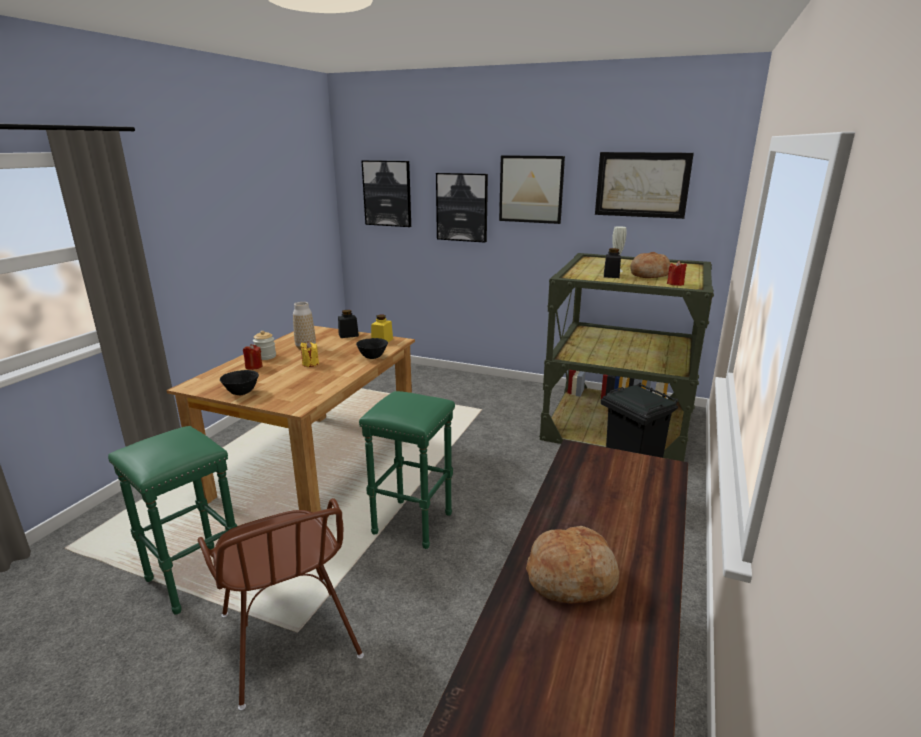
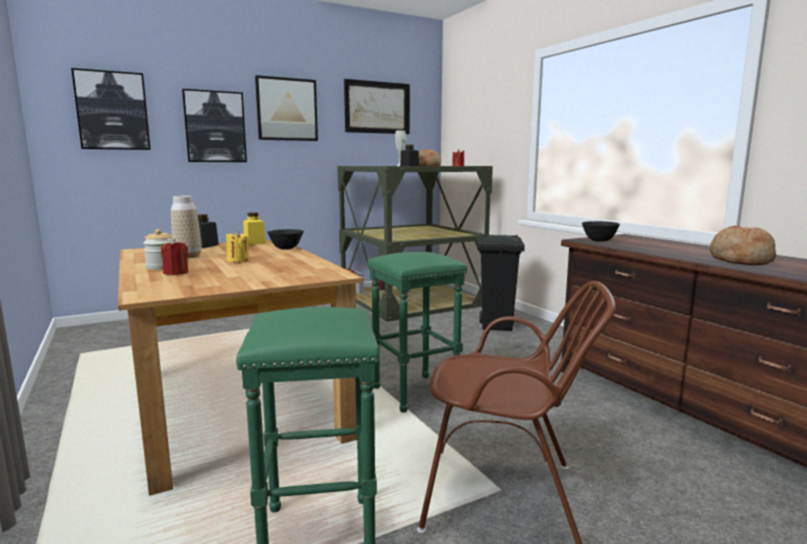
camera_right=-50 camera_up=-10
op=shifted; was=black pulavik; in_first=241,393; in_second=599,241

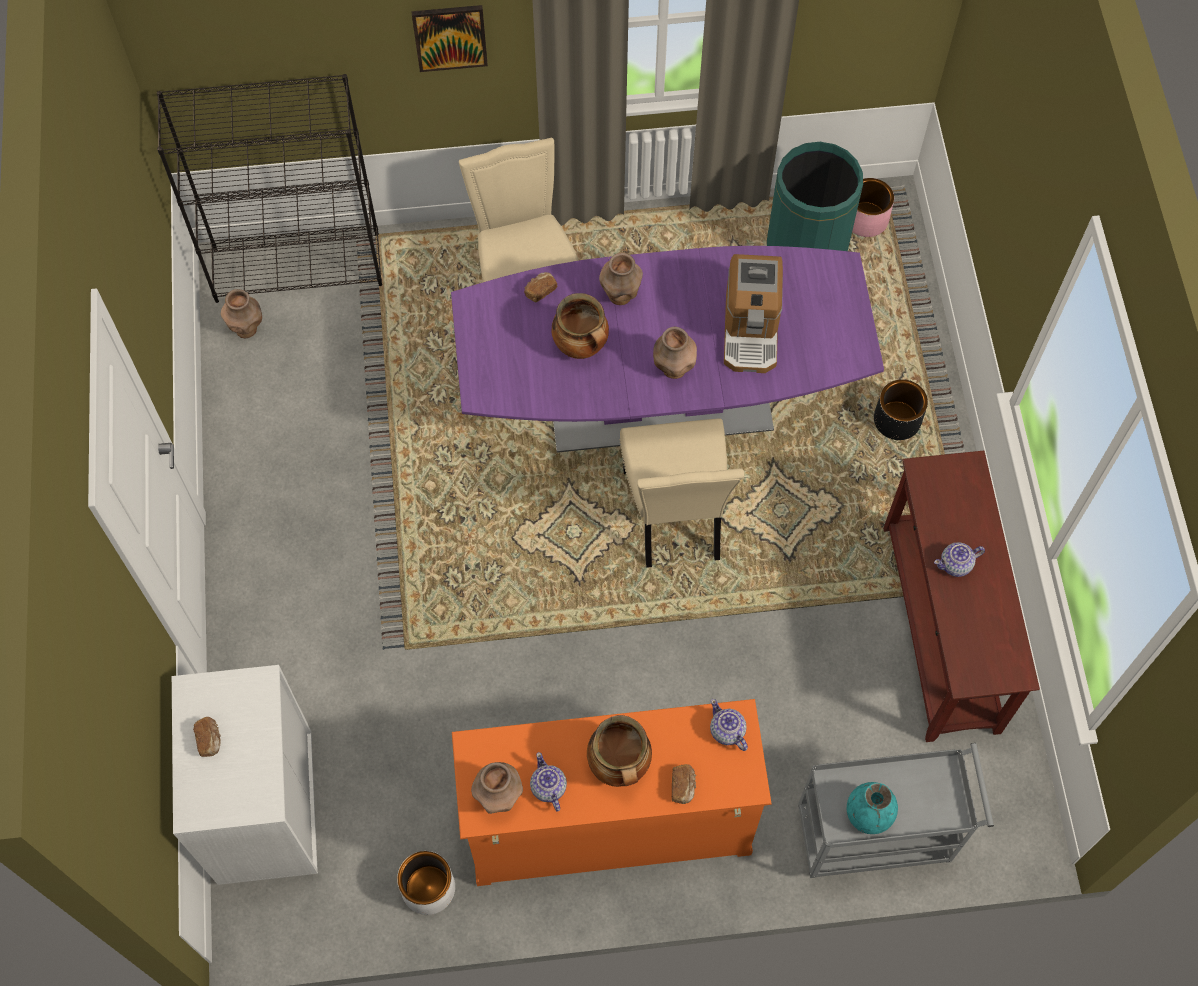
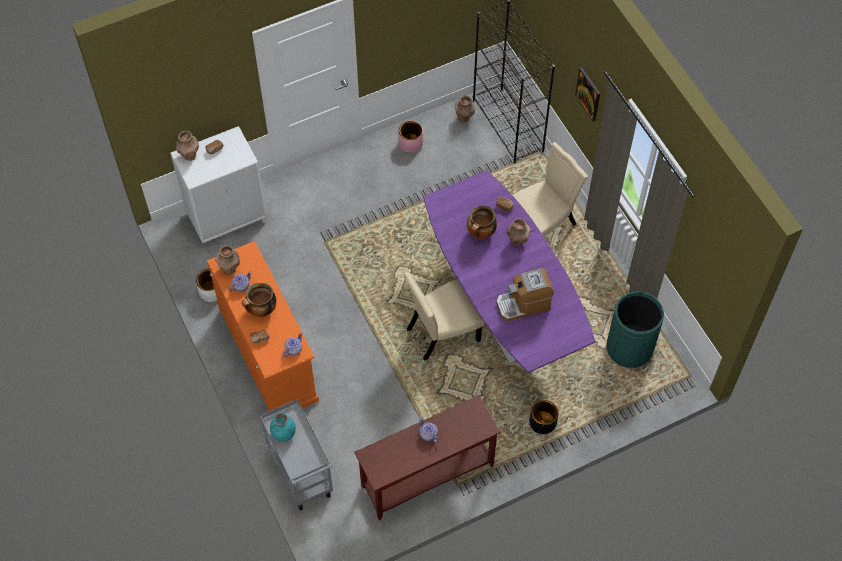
camera_right=70 camera_up=-5
op=shifted; was=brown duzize; in_first=673,369; in_second=189,155
op=shifted; was=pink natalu; in_first=865,219; in_second=410,143

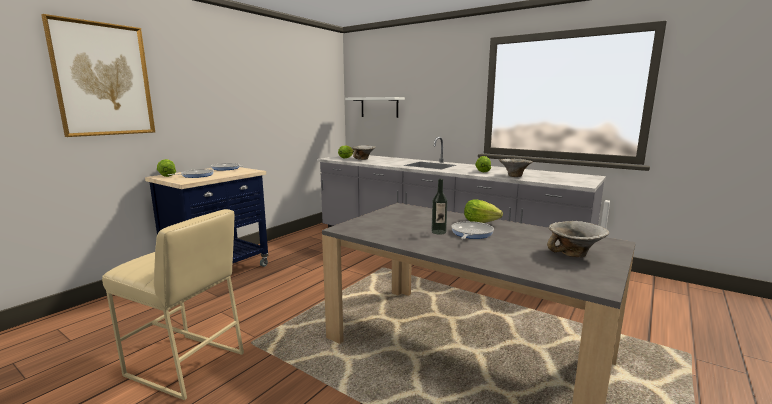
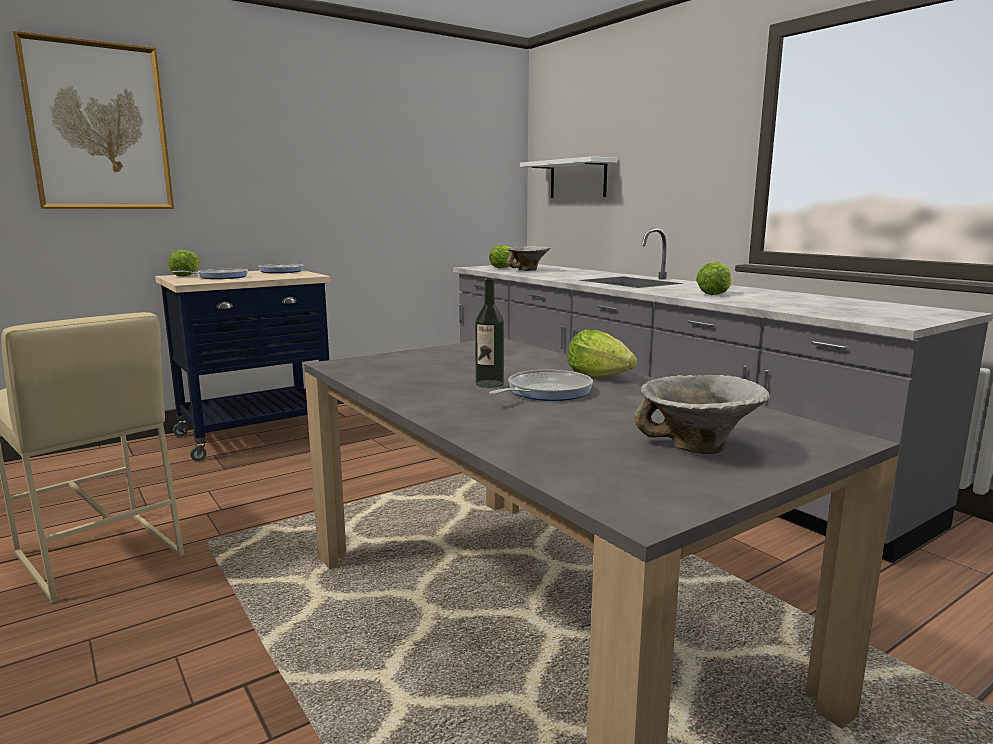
camera_right=20 camera_up=0
op=gone; was=pulavik; in_first=514,176

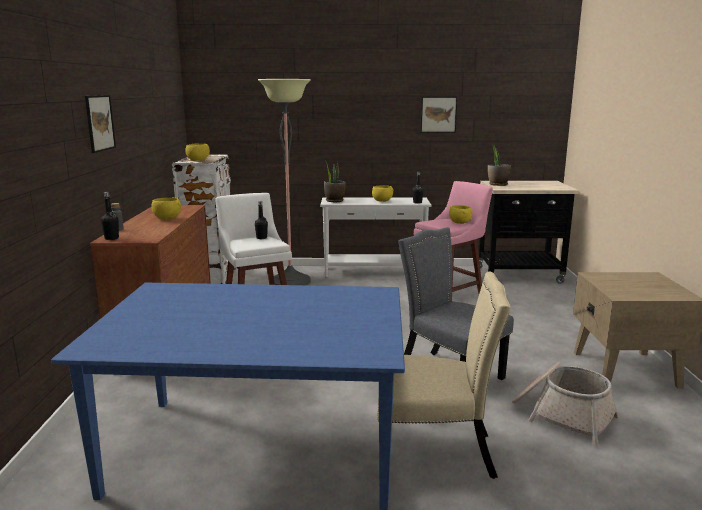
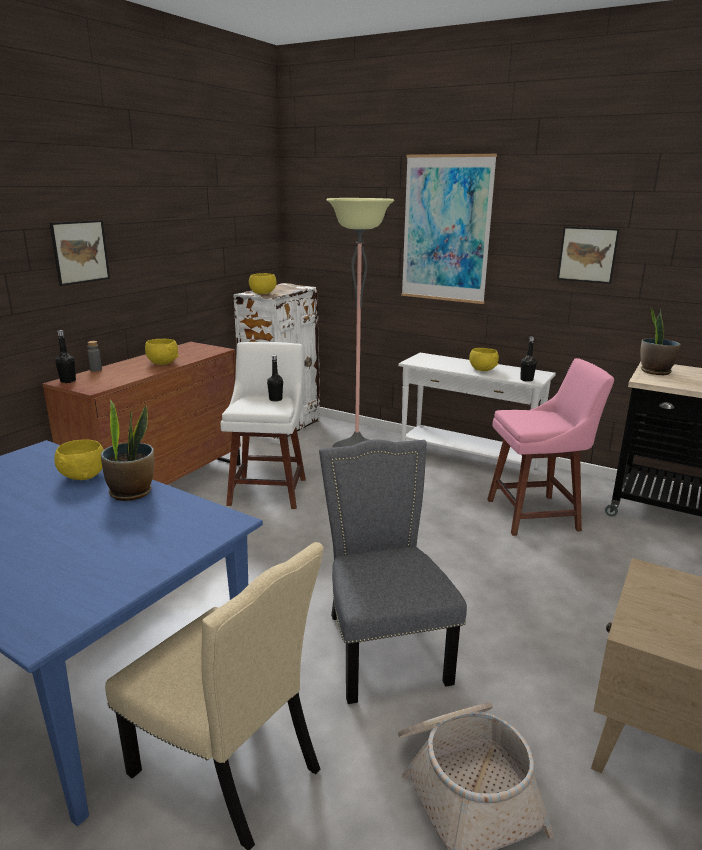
camera_right=30 camera_up=5
op=new; now=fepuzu; in_second=446,229
op=shifted; was=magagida; in_first=334,201; in_second=132,492
op=shifted; was=yellow pulavik; in_first=459,222; in_second=84,476

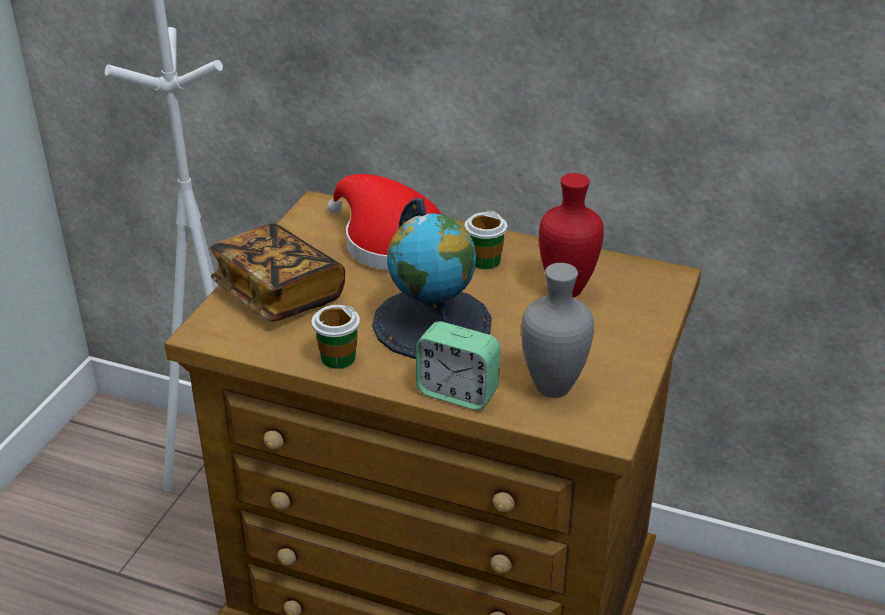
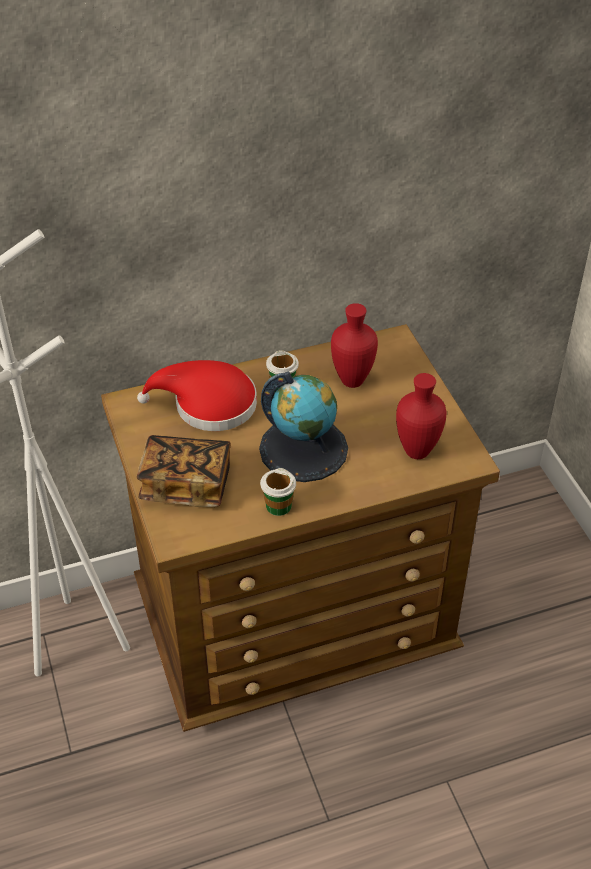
camera_right=-40 camera_up=10
op=gone; was=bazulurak; in_first=457,393
op=repainted; was=grey duzize; now=red duzize; in_first=553,390; in_second=418,452

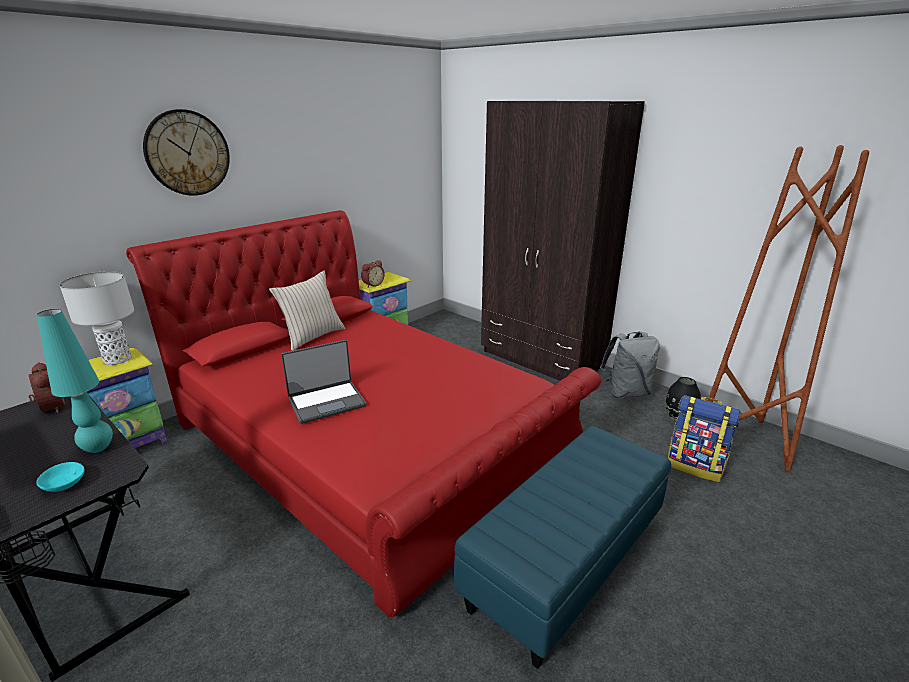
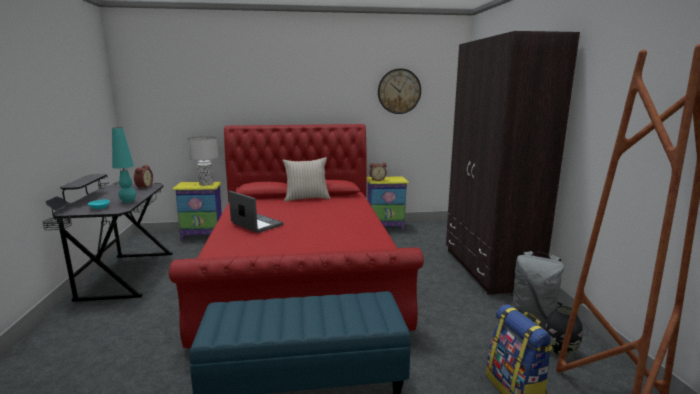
camera_right=40 camera_up=-10
op=shifted; was=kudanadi; in_first=187,153; in_second=399,91
op=rotated; was=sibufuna; in_first=327,402; in_second=256,224; clockwise=-150

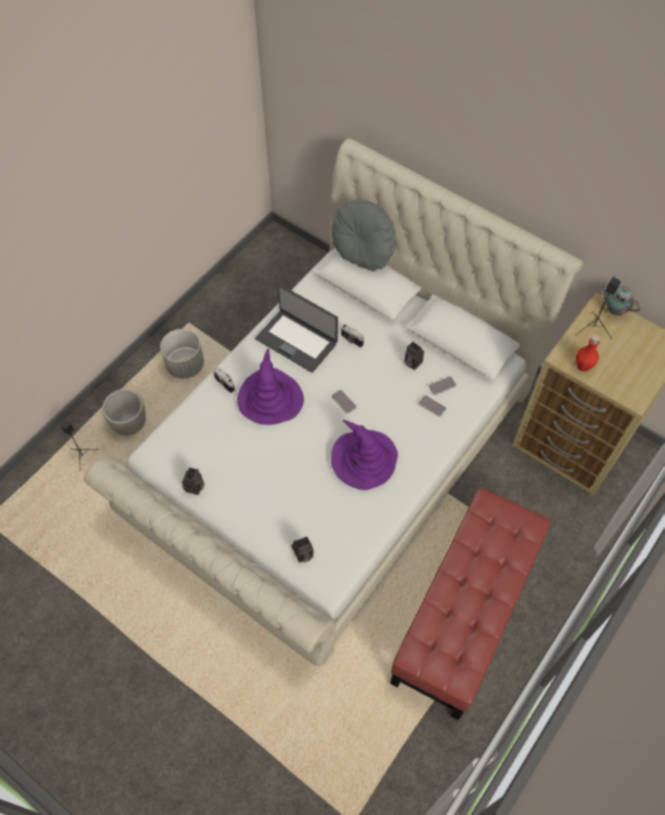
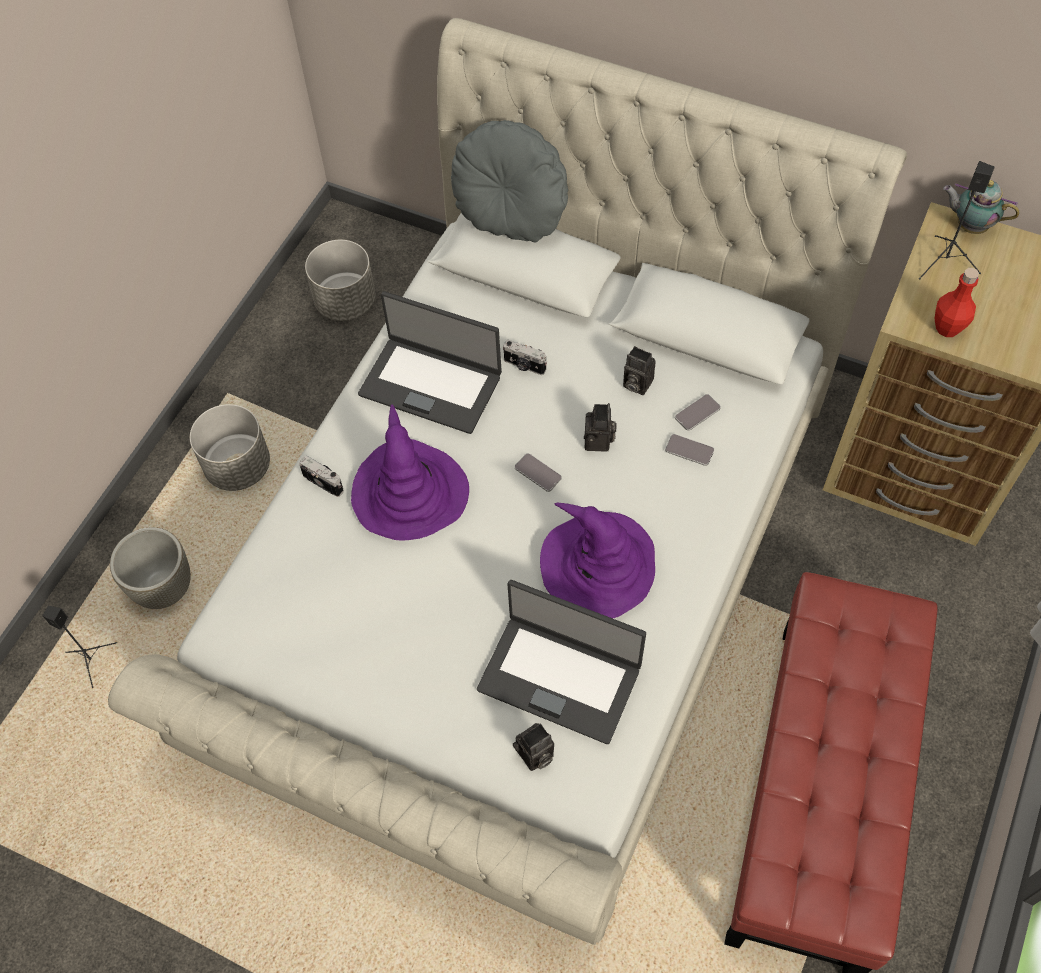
camera_right=-10 camera_up=0
op=new; now=grey natalu; in_second=346,302
op=new; now=sibufuna; in_second=560,677
op=shifted; was=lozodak; in_first=195,488; in_second=599,442

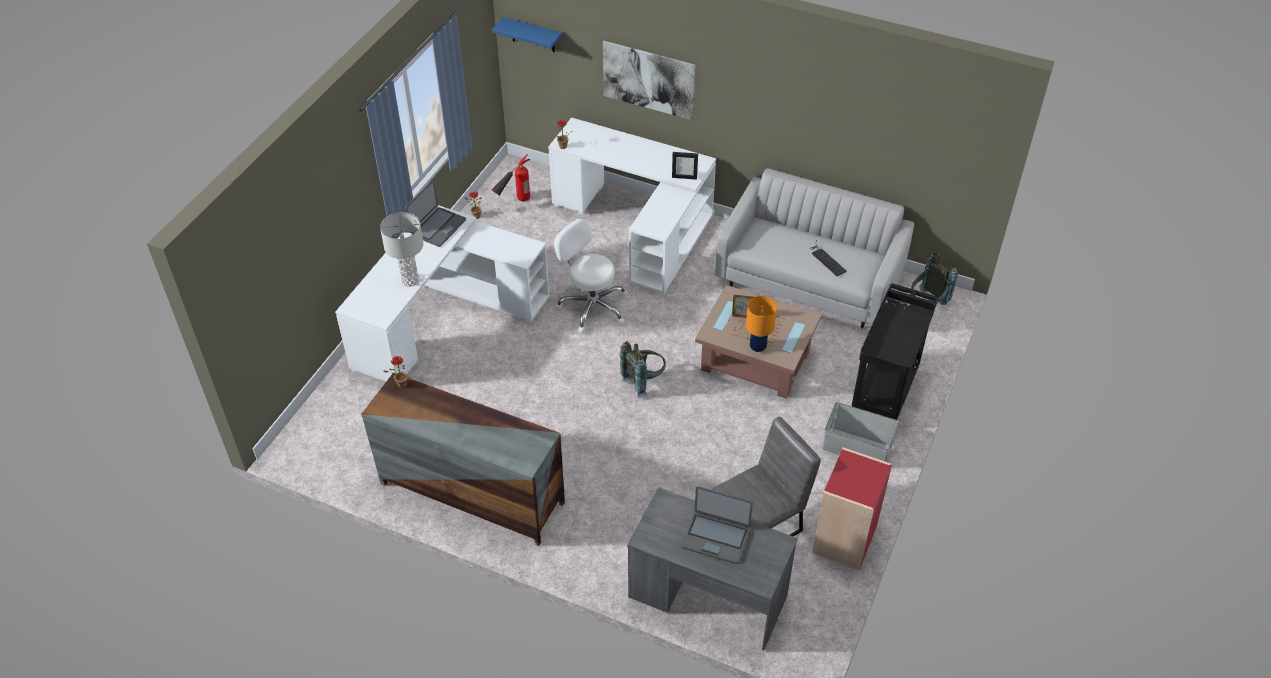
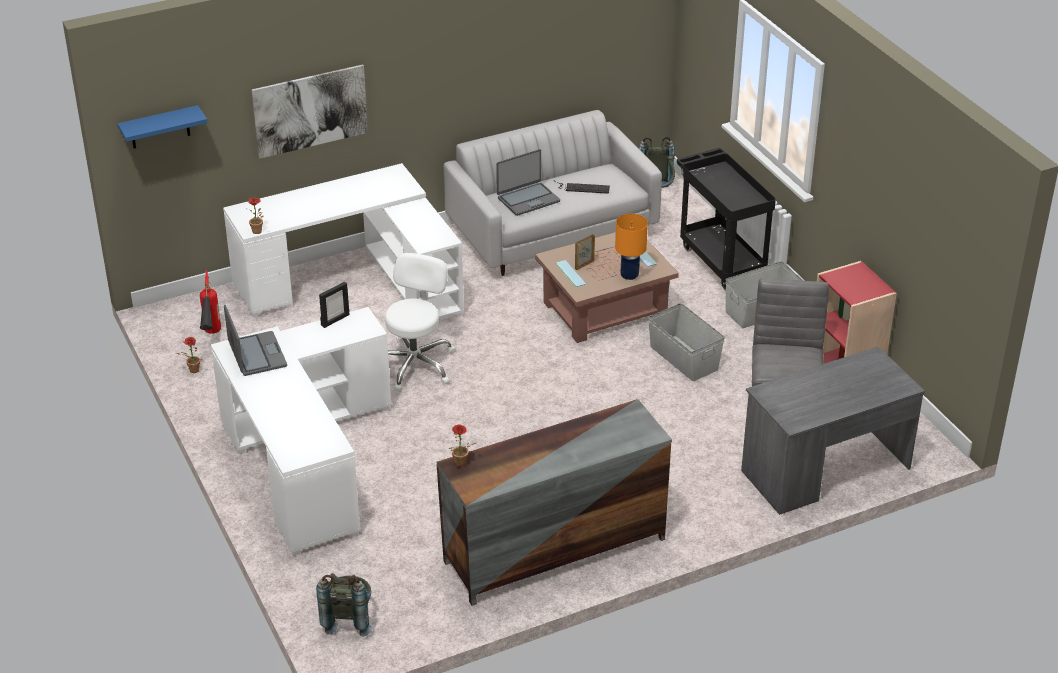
camera_right=-50 camera_up=-10
op=gone; was=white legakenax; in_first=410,280
op=new; now=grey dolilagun; in_second=683,358
op=shifted; was=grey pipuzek; in_first=644,381; in_second=348,618
op=shifted; was=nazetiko; in_first=684,177; in_second=335,320
op=shifted; was=sibufuna; in_first=716,537; in_second=528,199
op=rotated; was=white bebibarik; in_first=590,305; in_second=415,363; clockwise=120

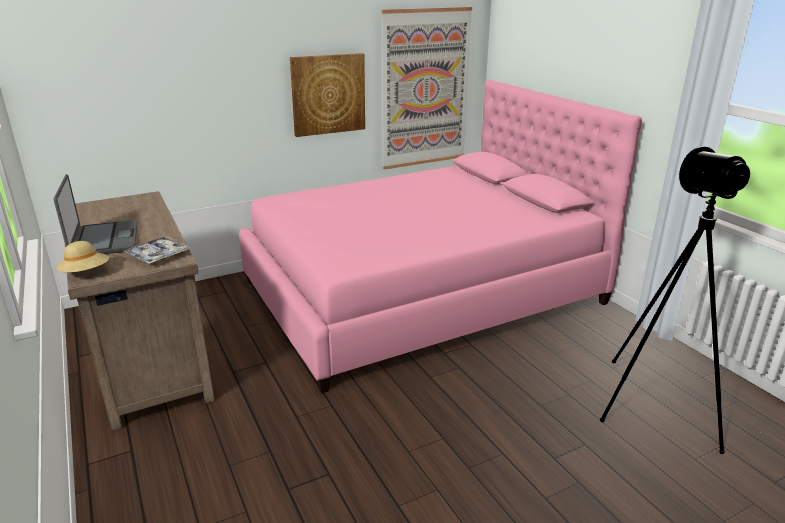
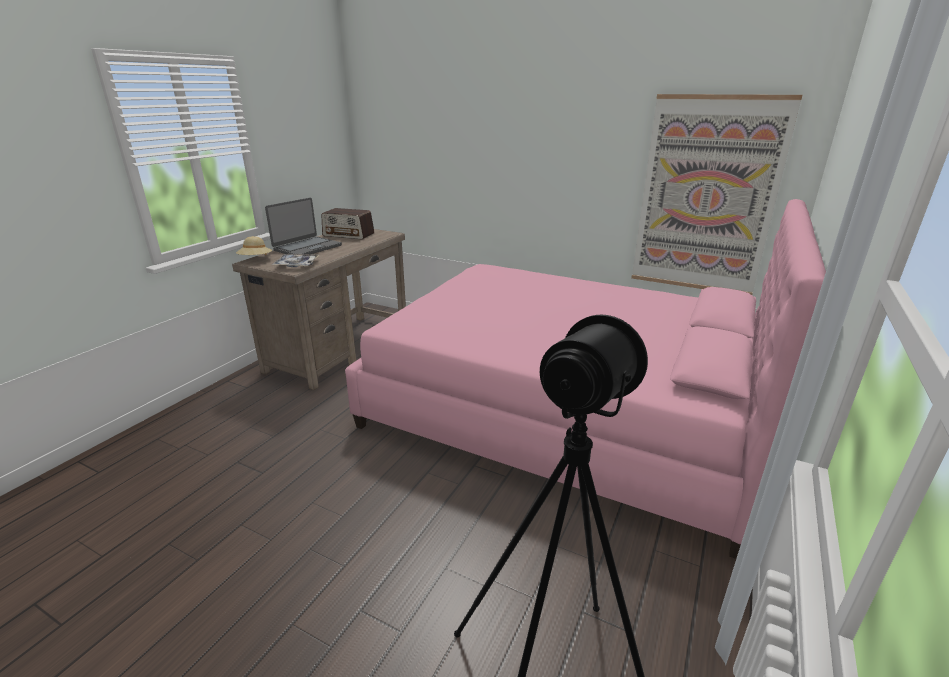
camera_right=55 camera_up=0
op=gone; was=fepuzu; in_first=328,94
op=new; now=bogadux; in_second=349,235

